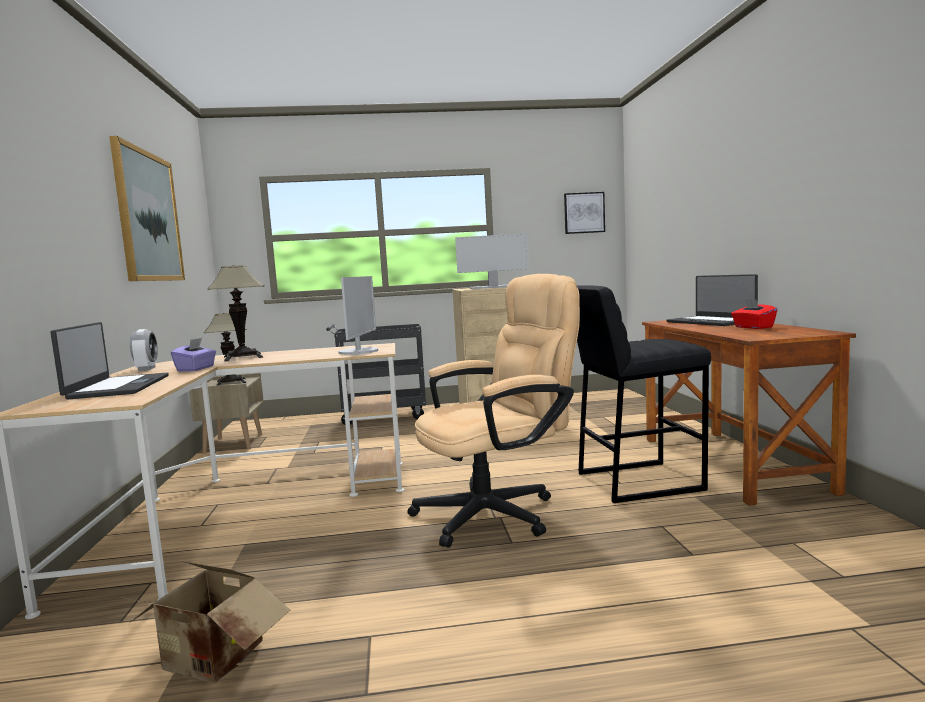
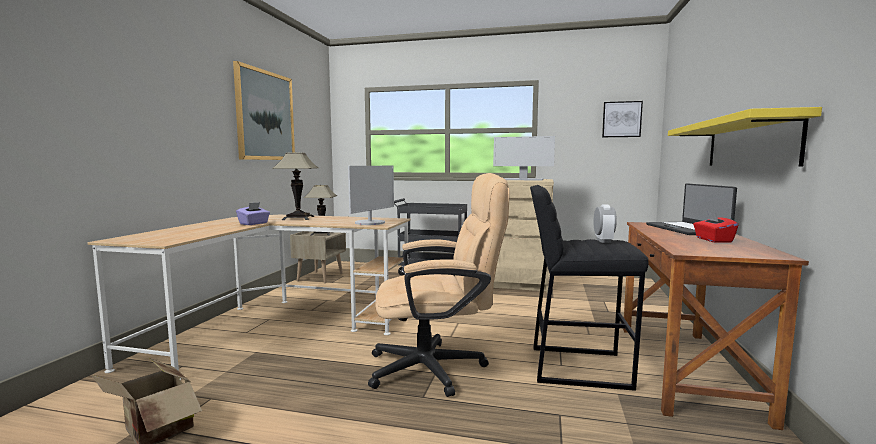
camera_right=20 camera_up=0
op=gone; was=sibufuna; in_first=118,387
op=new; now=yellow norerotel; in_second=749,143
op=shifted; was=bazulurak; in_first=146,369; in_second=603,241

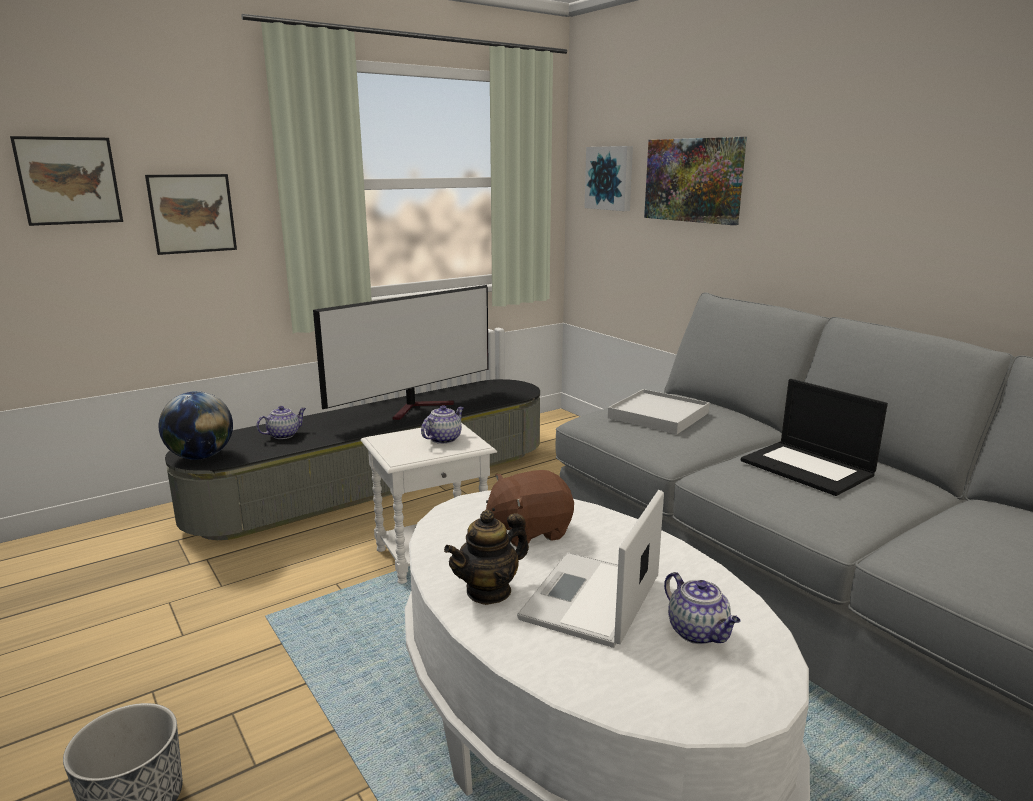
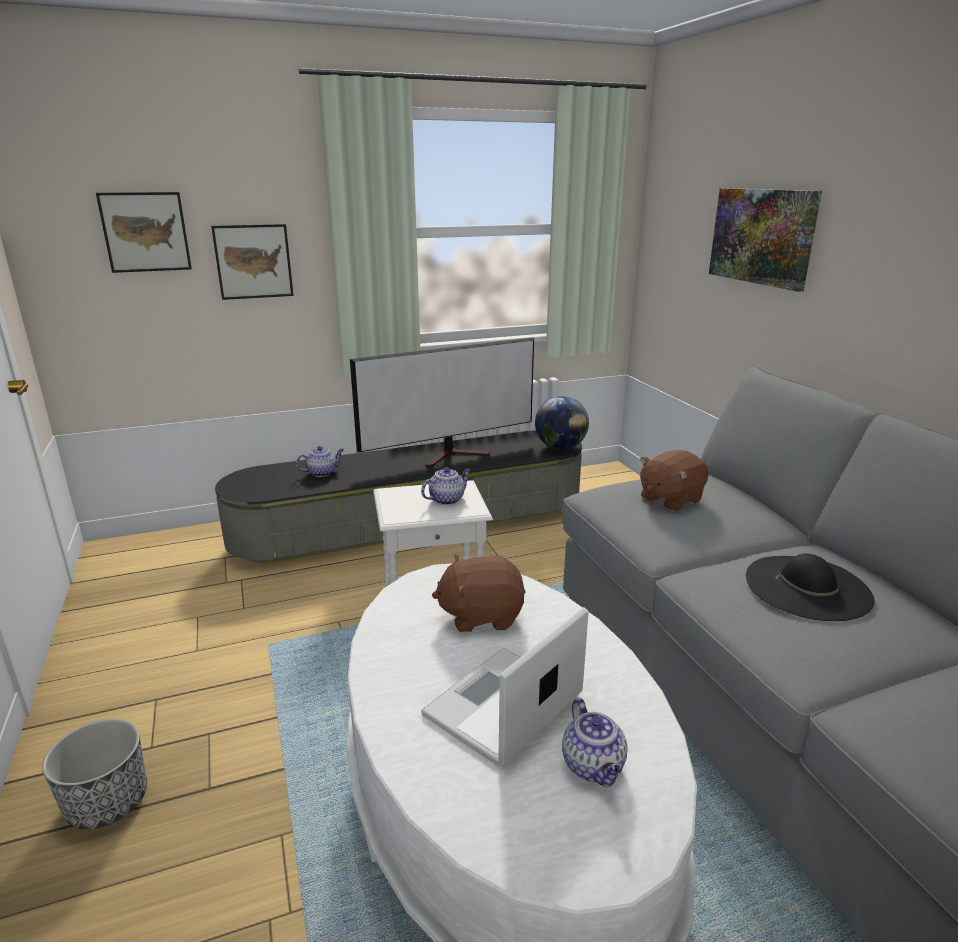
camera_right=15 camera_up=5
op=gone; was=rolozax; in_first=489,591
op=gone; was=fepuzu; in_first=610,178
op=shifted; was=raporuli; in_first=201,457; in_second=560,447
op=swapped; was=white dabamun; now=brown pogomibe; in_first=658,415; in_second=670,499
op=swapped; was=sibufuna; now=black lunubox; in_first=808,468; in_second=807,587

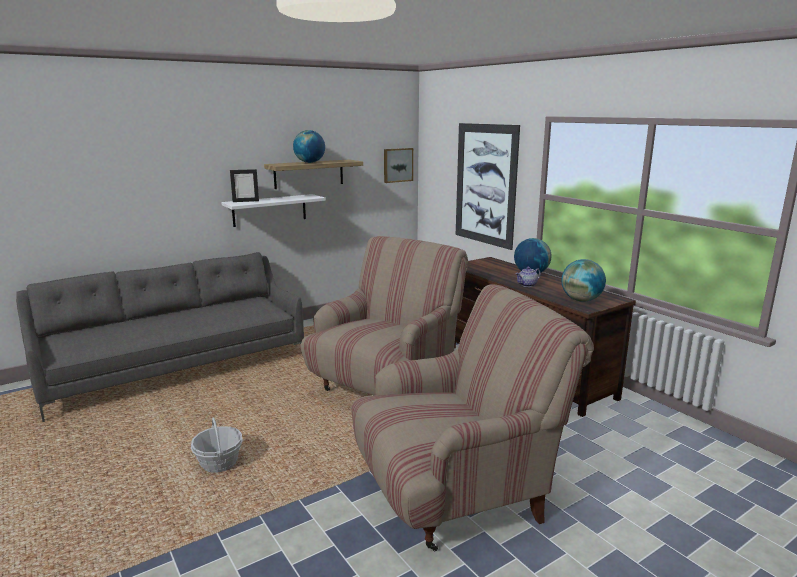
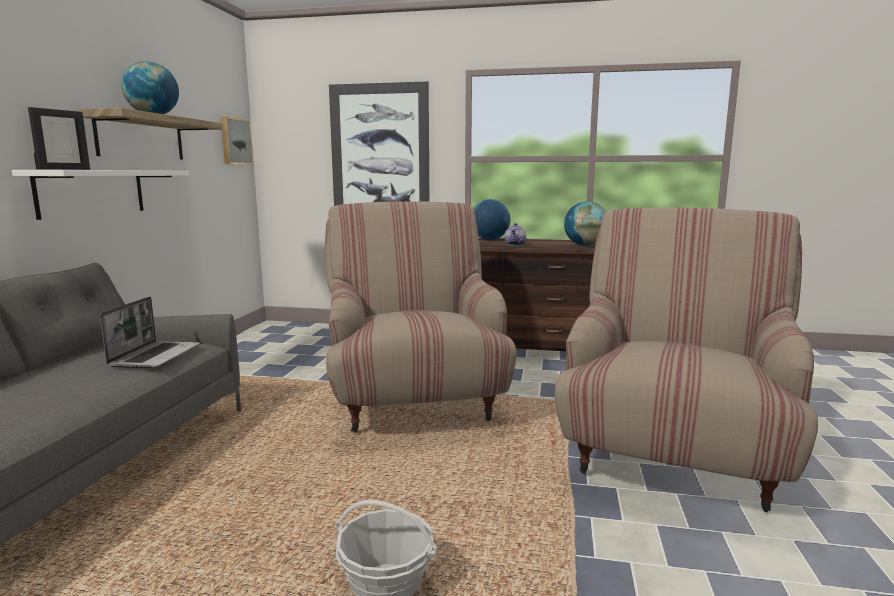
camera_right=-45 camera_up=-5
op=new; now=sibufuna; in_second=155,356

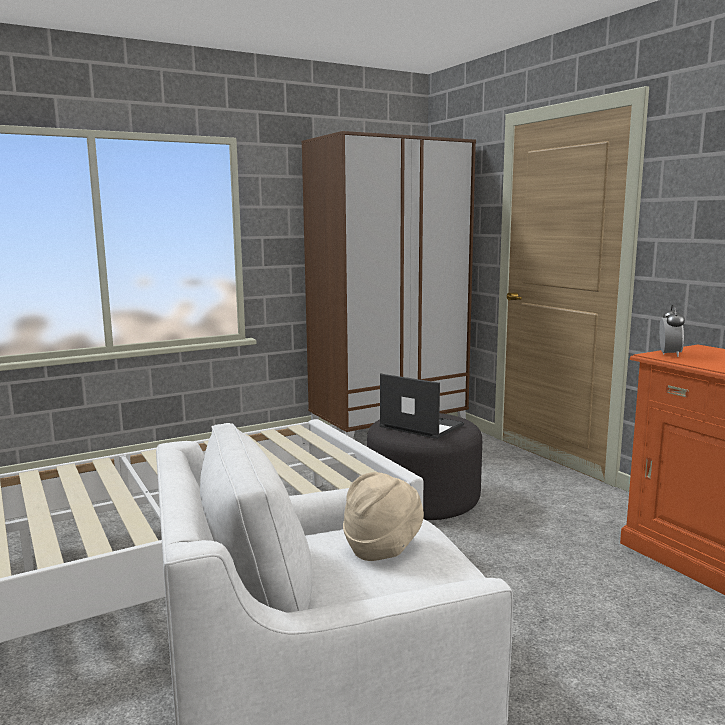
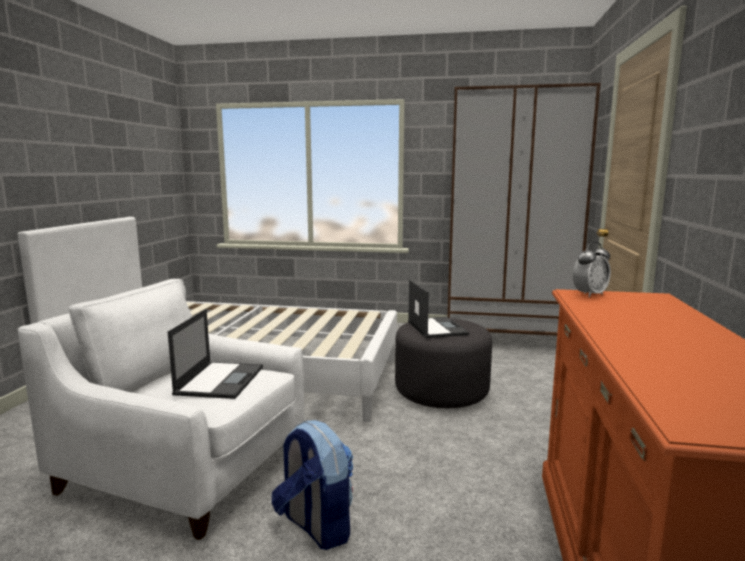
camera_right=40 camera_up=0
op=new; now=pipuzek; in_second=315,526
op=swapped; was=beige lunubox; now=sibufuna; in_first=382,548; in_second=220,380

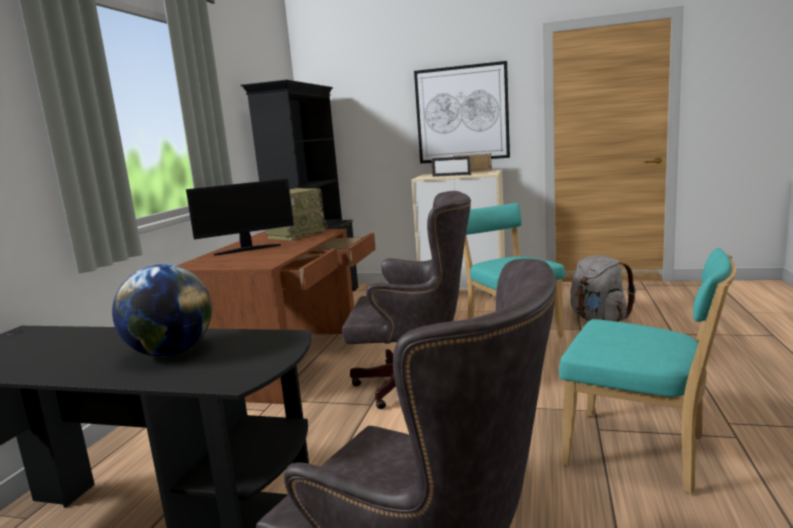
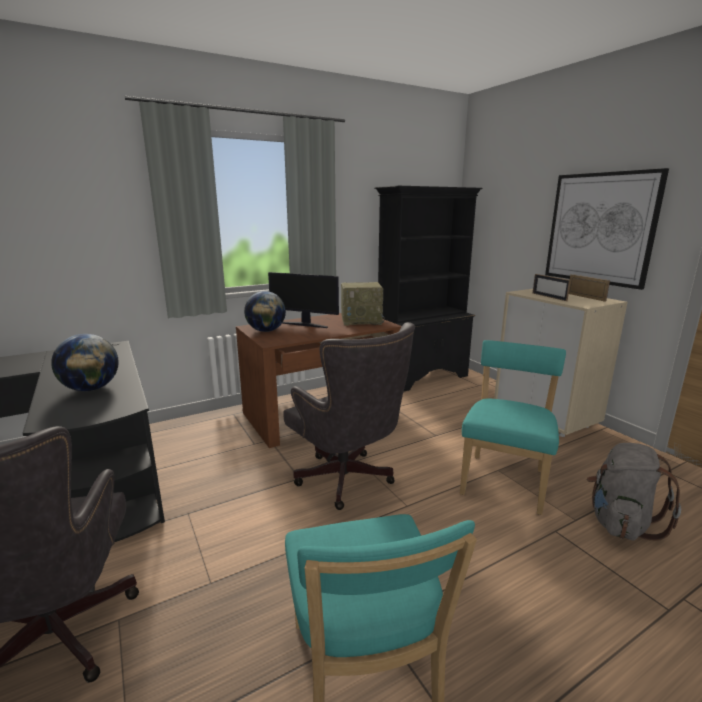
camera_right=45 camera_up=5
op=new; now=raporuli; in_second=266,331

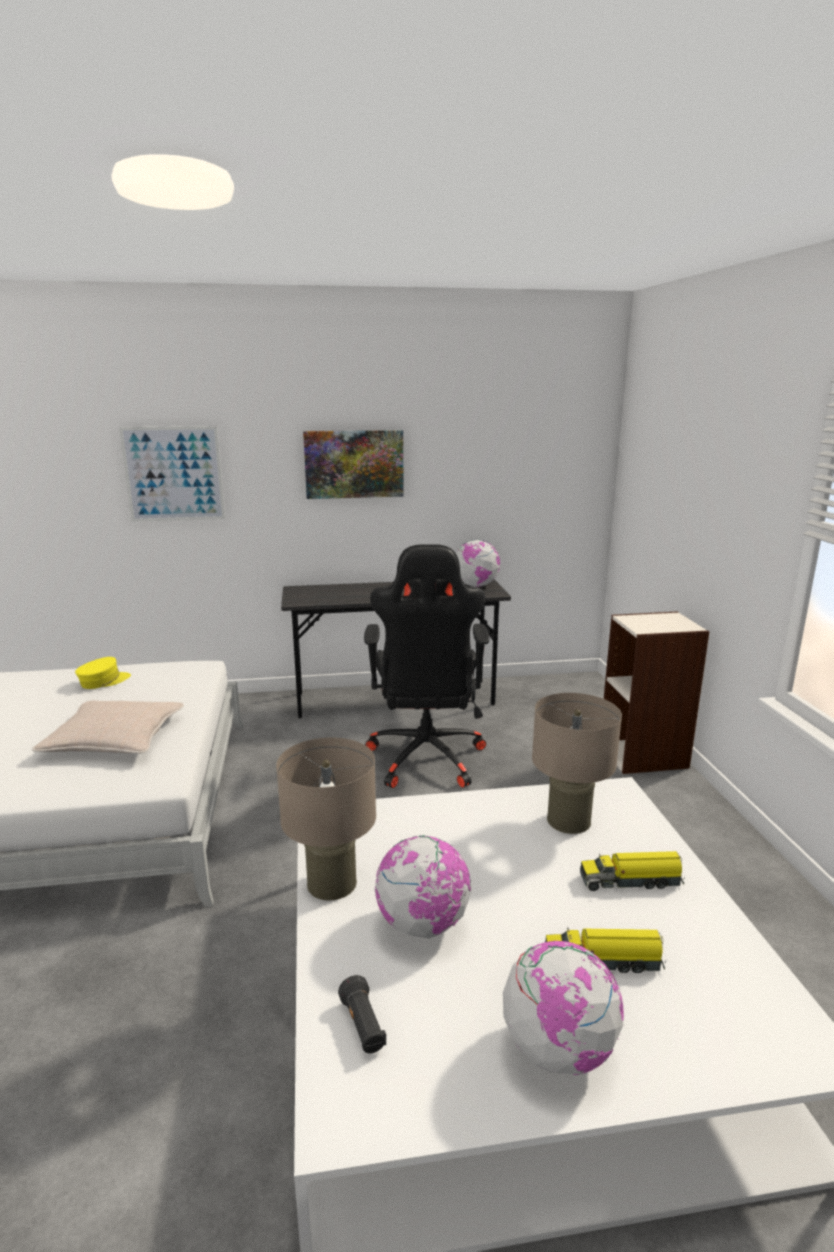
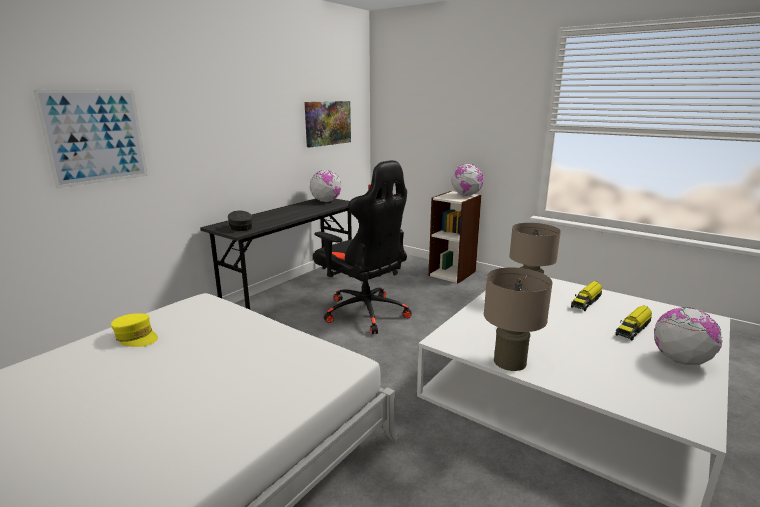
camera_right=-45 camera_up=0
op=gone; was=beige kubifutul; in_first=114,737
op=gone; was=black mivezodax; in_first=363,1026
op=new; now=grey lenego; in_second=240,227
op=shifted; was=fepuzu; in_first=354,464; in_second=327,123
op=shifted; was=raporuli; in_first=423,924; in_second=466,195
op=rotated; was=yellow lenego; in_first=104,681; in_second=136,337; clockwise=120

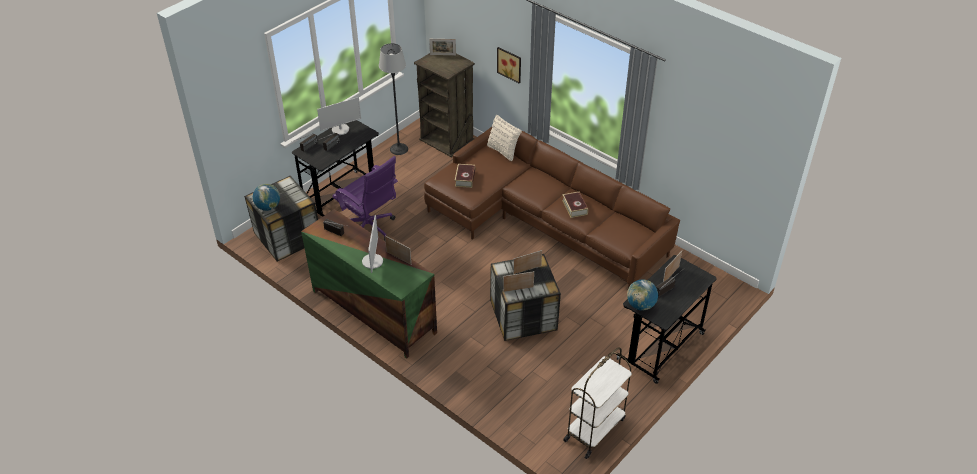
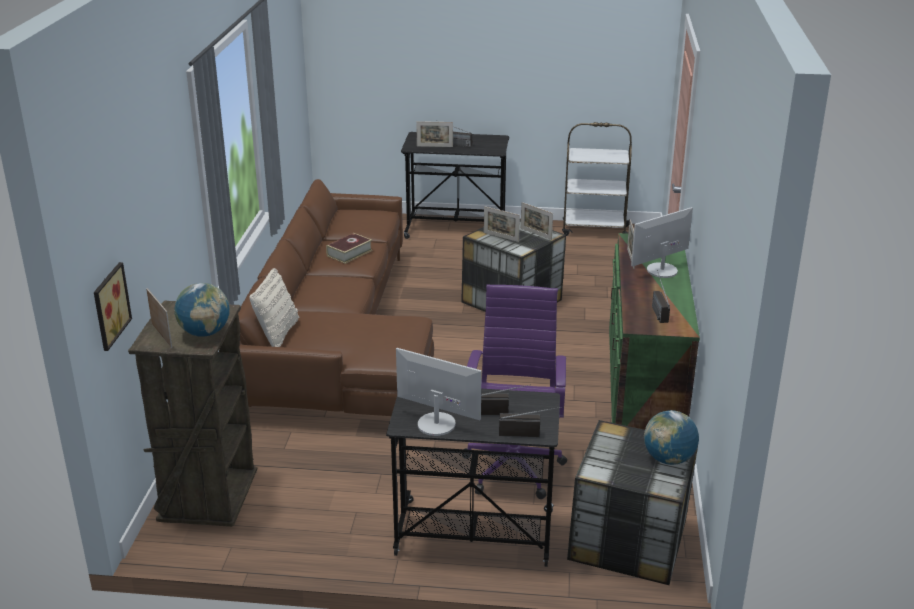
camera_right=-125 camera_up=-15
op=gone; was=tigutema; in_first=399,149
op=gone; was=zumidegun; in_first=465,178
op=shifted; was=fepuzu; in_first=510,64; in_second=108,305
op=shifted; was=raporuli; in_first=640,305; in_second=205,333

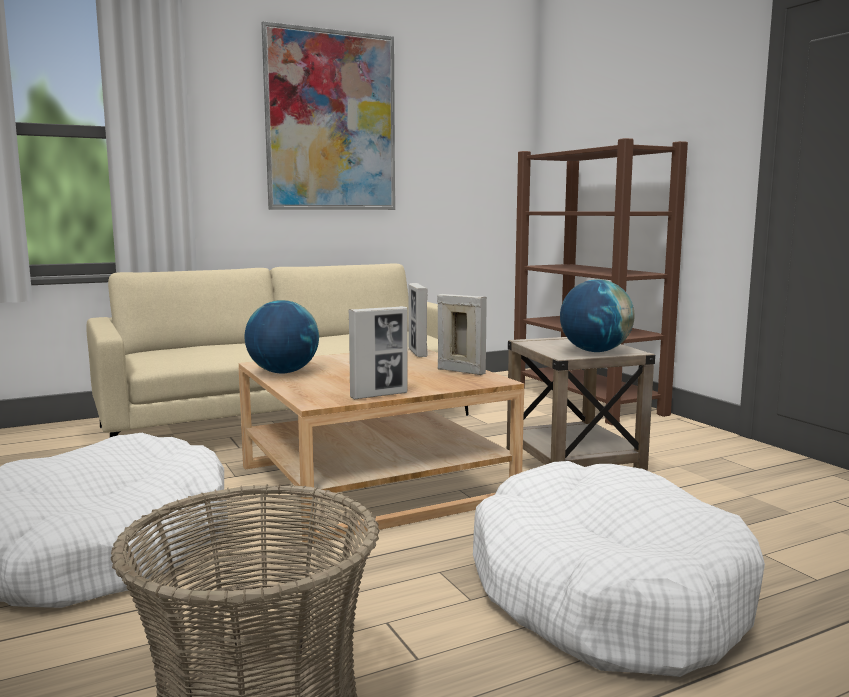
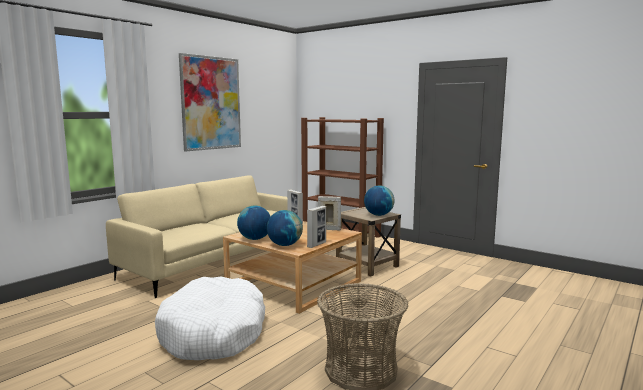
camera_right=-25 camera_up=0
op=gone; was=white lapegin; in_first=604,594
op=new; now=raporuli; in_second=284,245

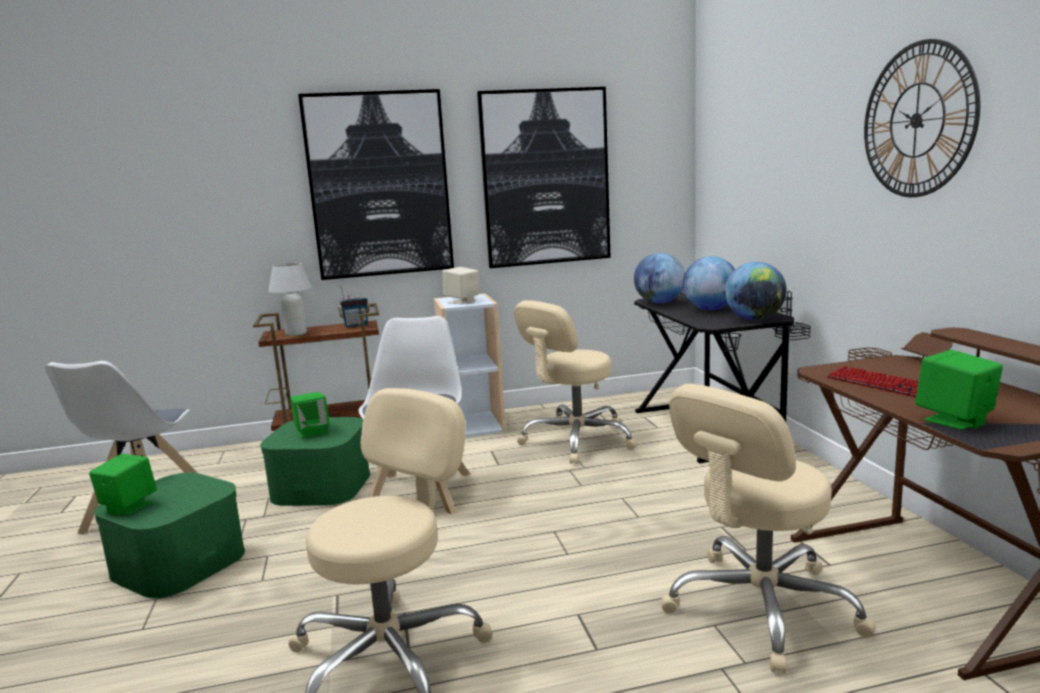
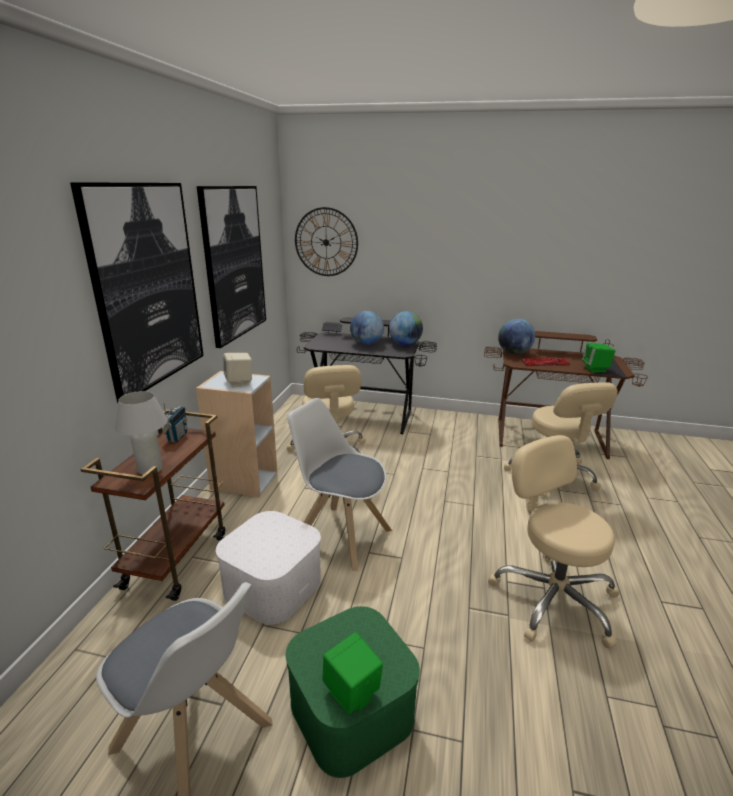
camera_right=-65 camera_up=10
op=gone; was=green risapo; in_first=312,432
op=shifted; was=raporuli; in_first=659,303; in_second=514,353
op=shifted; was=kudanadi; in_first=917,120; in_second=326,242
op=repainted; was=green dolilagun; now=white dolilagun; in_first=322,486; in_second=272,584

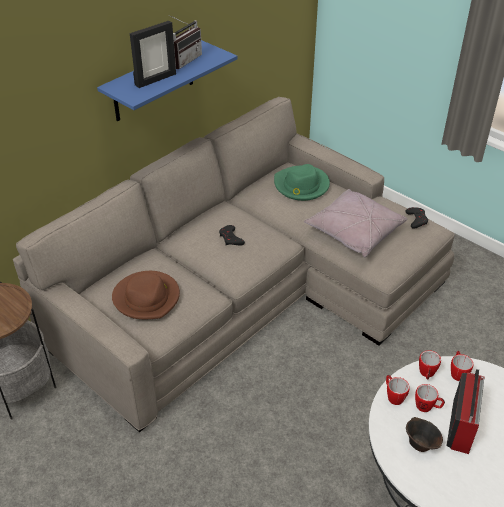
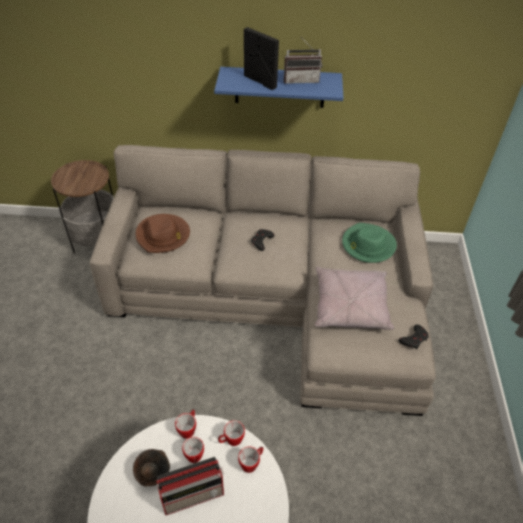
camera_right=50 camera_up=5
op=rotated; was=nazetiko; in_first=155,79; in_second=259,82; clockwise=-150

